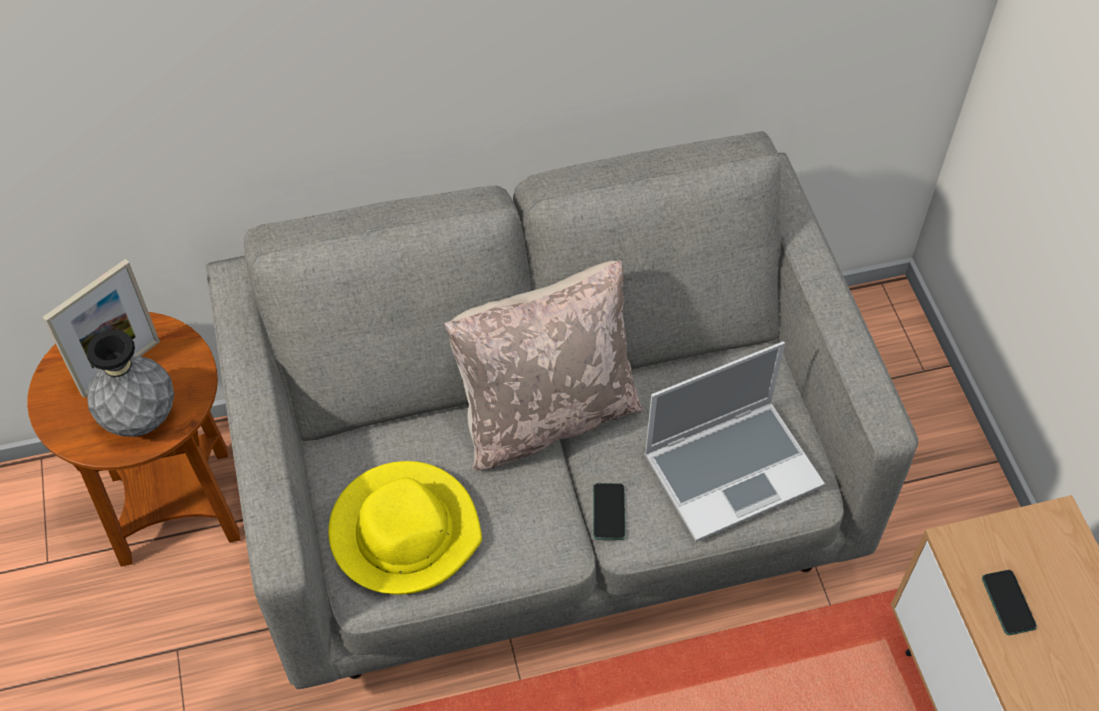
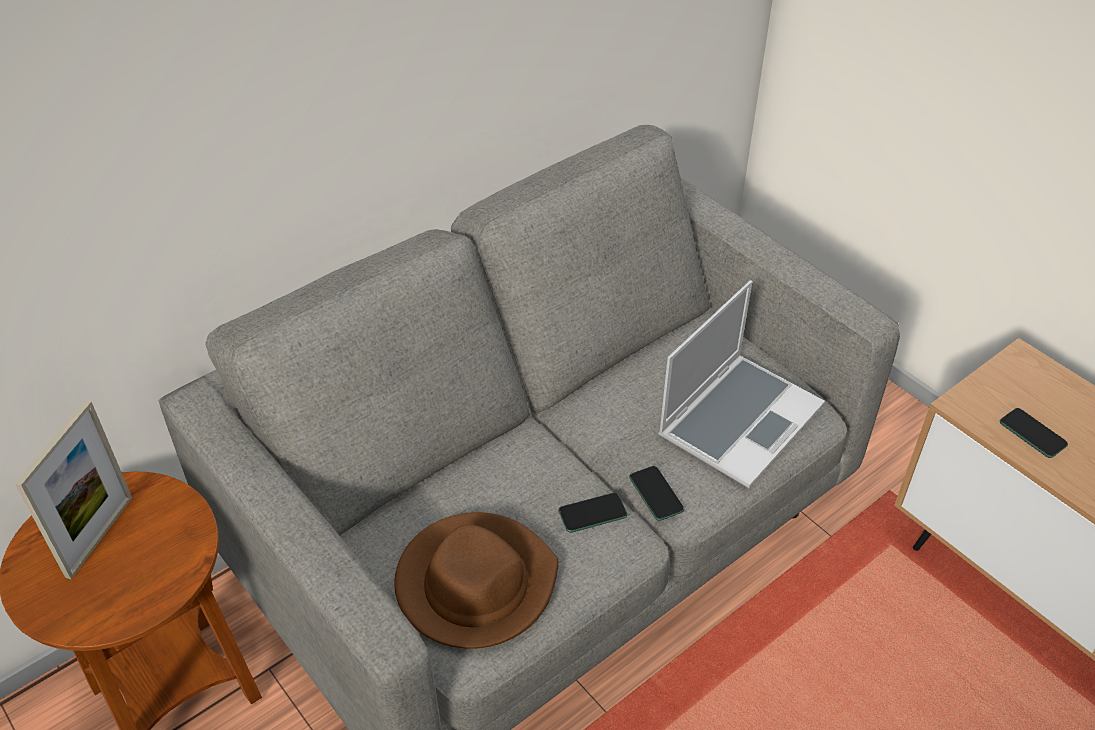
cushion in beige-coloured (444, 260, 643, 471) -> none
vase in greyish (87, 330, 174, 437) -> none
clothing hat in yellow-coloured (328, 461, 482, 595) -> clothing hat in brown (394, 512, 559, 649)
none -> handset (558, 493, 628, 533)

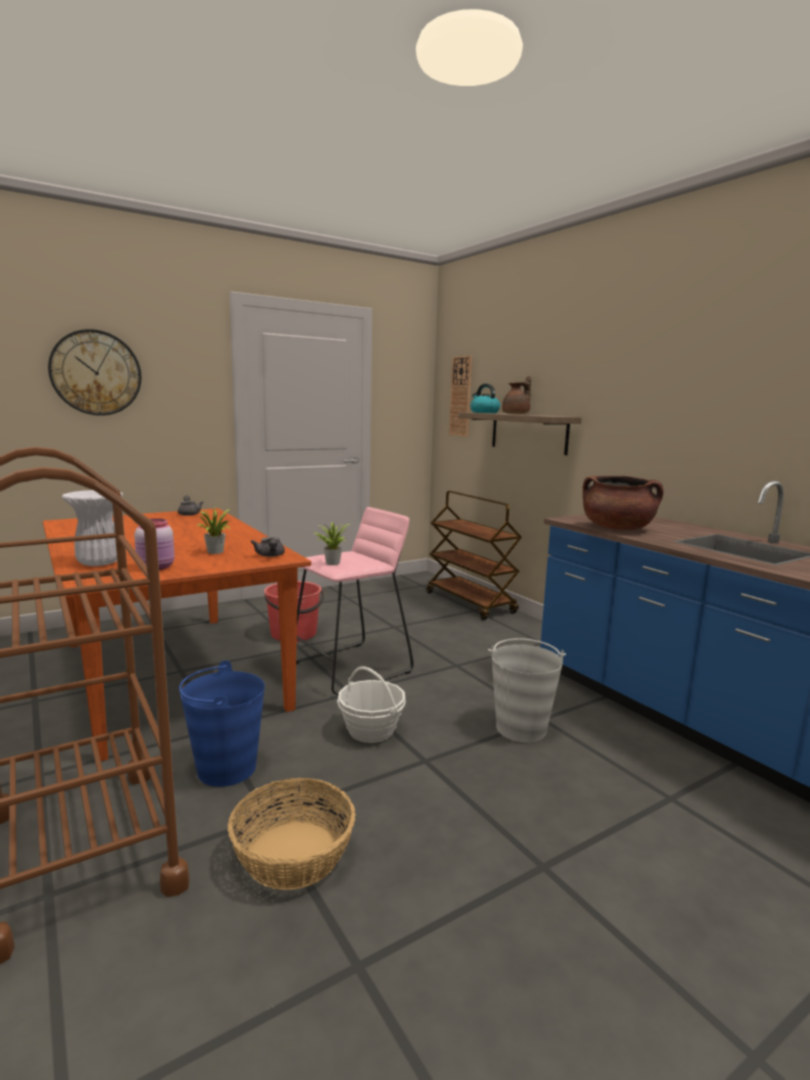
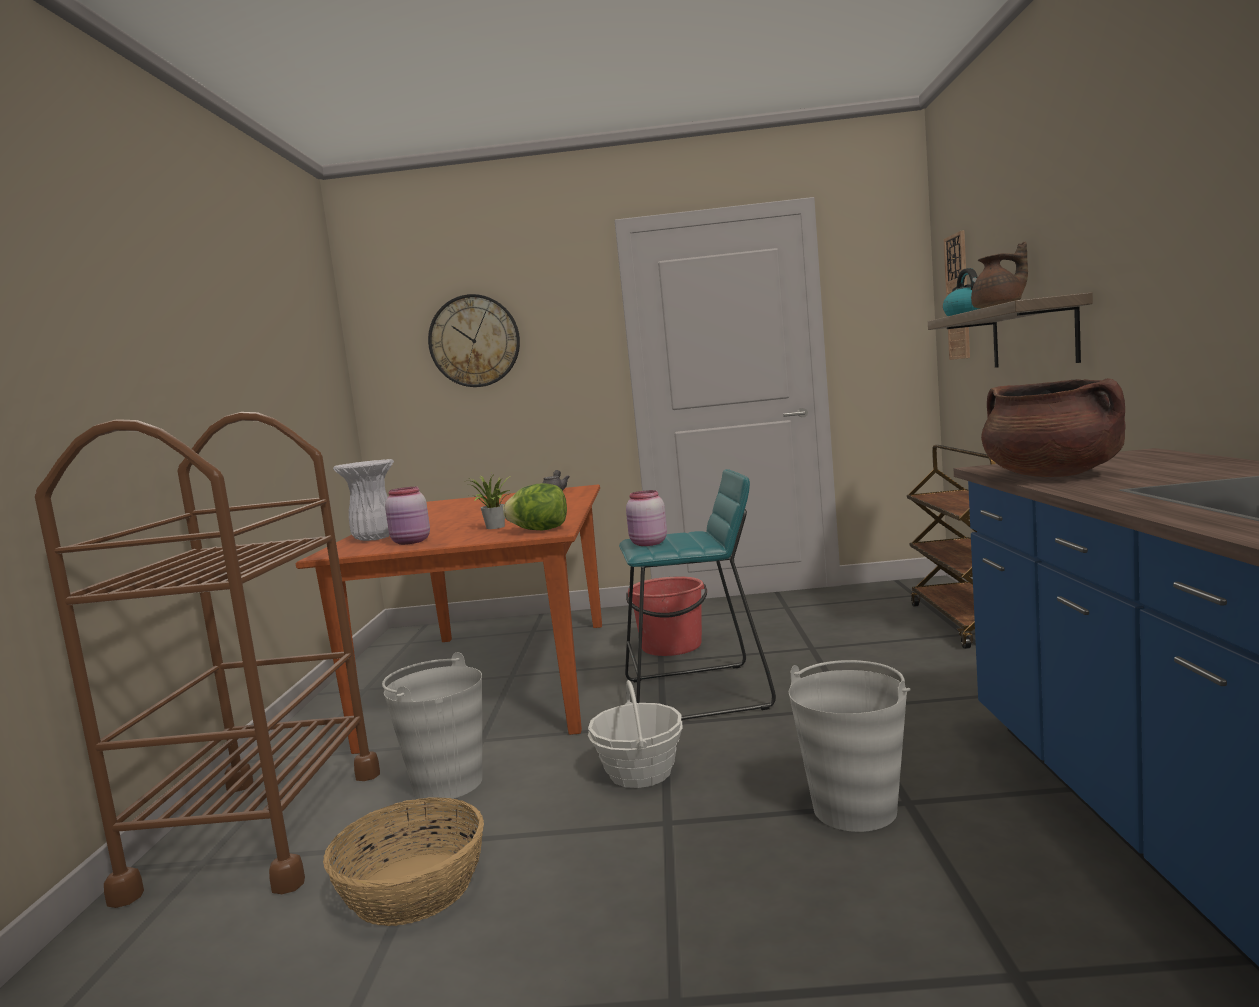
sitting stool in pink (296, 507, 414, 695) -> sitting stool in turquoise (619, 469, 776, 720)
potted plant (312, 522, 349, 565) -> jar in pink (626, 490, 667, 546)
teapot in greyish (251, 537, 285, 557) -> head of lettuce (503, 483, 567, 530)
water bucket in bluish (179, 660, 265, 787) -> water bucket in greyish (382, 652, 482, 799)

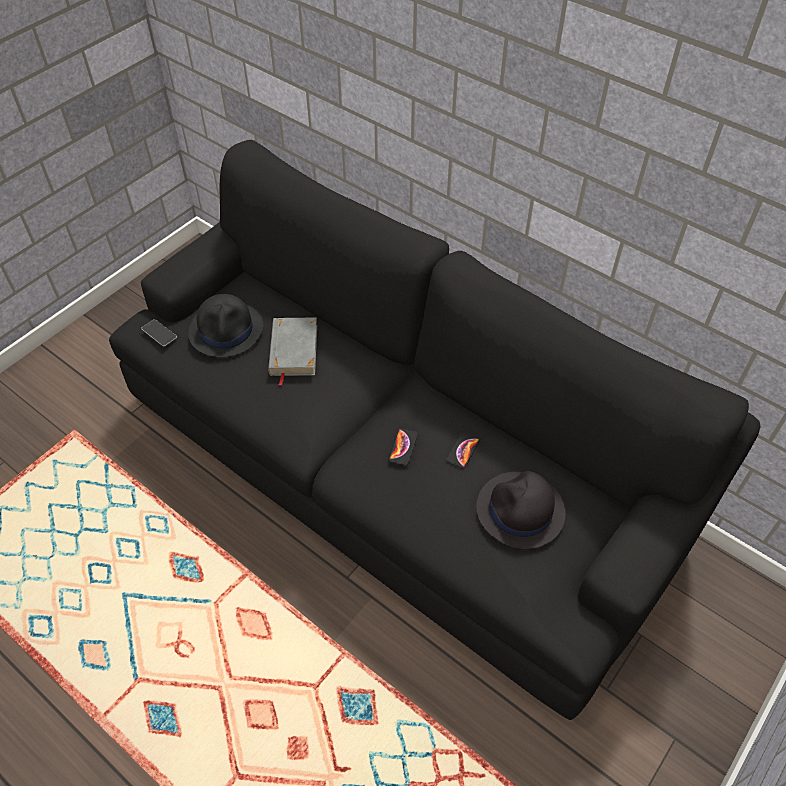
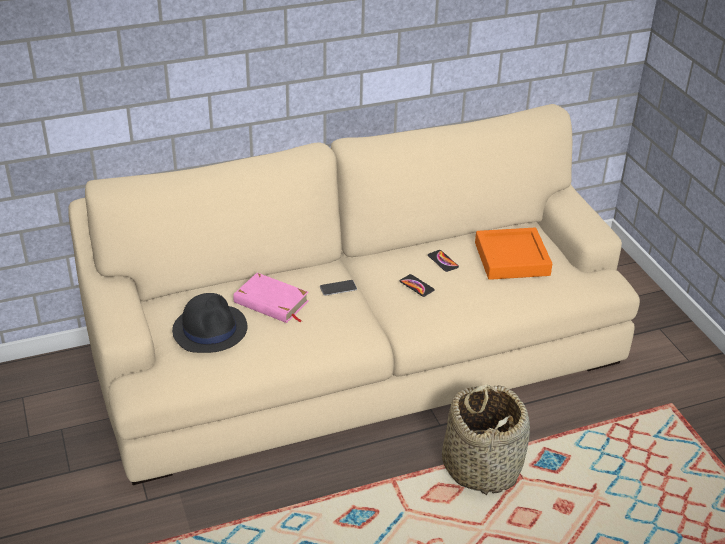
couch in black-coloured (109, 140, 761, 720) -> couch in beige-coloured (68, 104, 640, 485)
bound book in greyish (268, 318, 317, 386) -> bound book in pink (233, 273, 309, 323)
handset (141, 319, 177, 347) -> handset (320, 280, 357, 296), shifted
clothing hat in black-coloured (476, 471, 565, 549) -> tray in orange (475, 228, 552, 280)
none -> basket (442, 384, 530, 495)

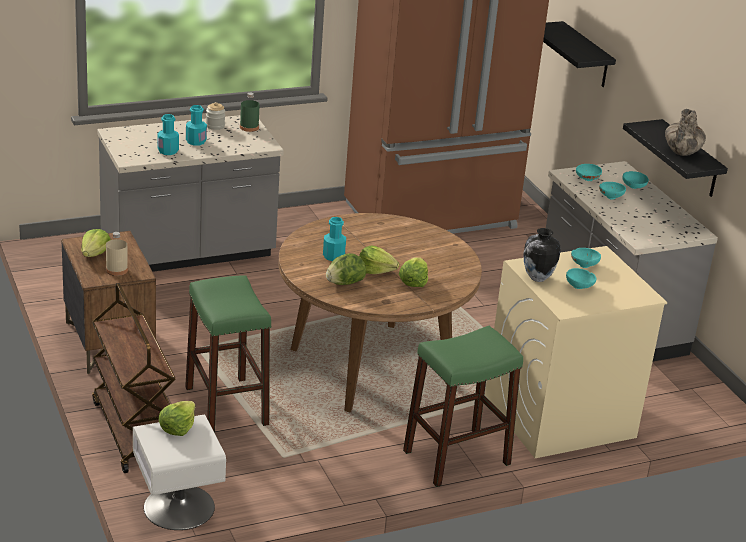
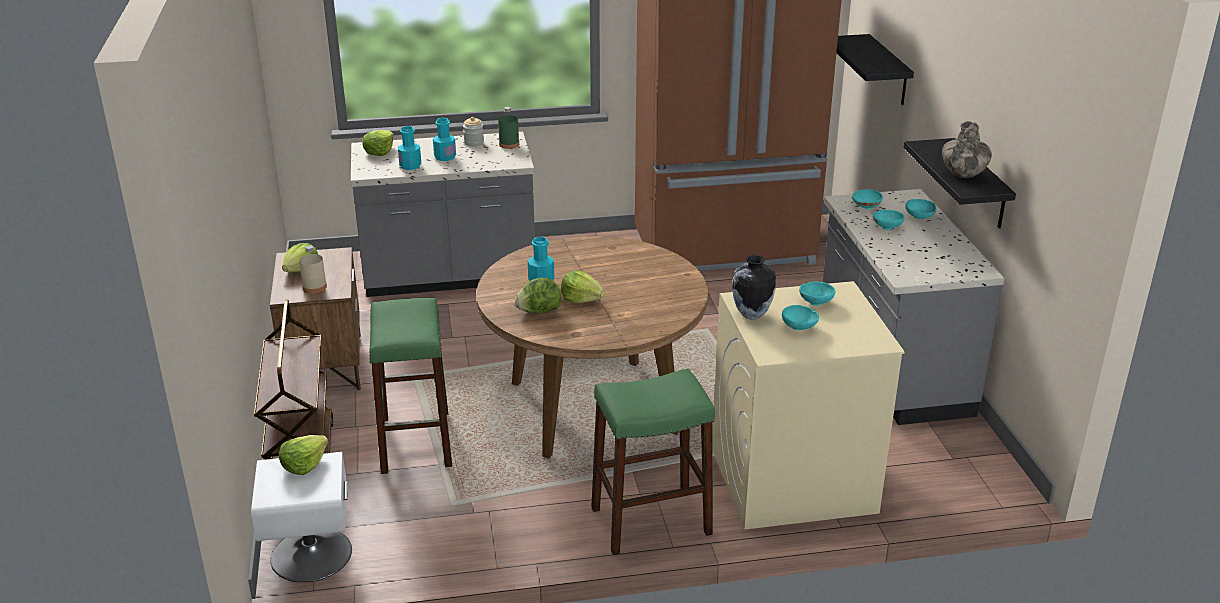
head of lettuce (399, 257, 428, 287) -> head of lettuce (363, 130, 394, 156), shifted

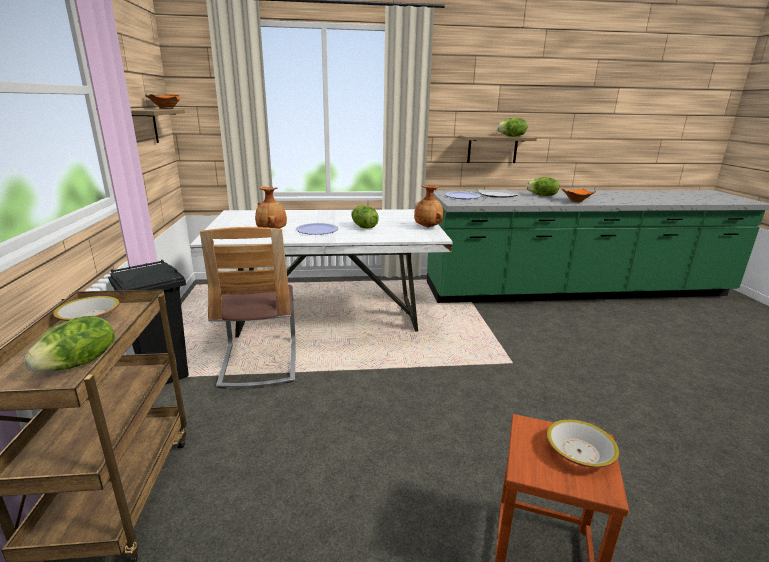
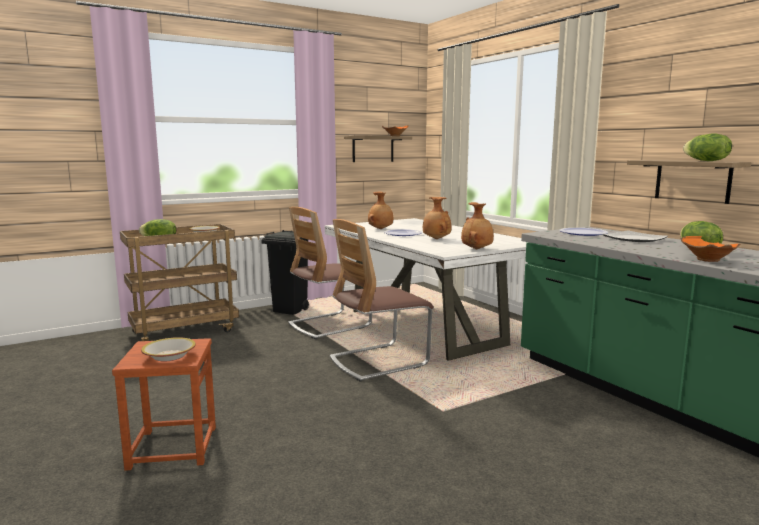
head of lettuce (351, 206, 379, 228) -> vase in brown (423, 197, 452, 239)
none -> plain chair (330, 219, 433, 382)

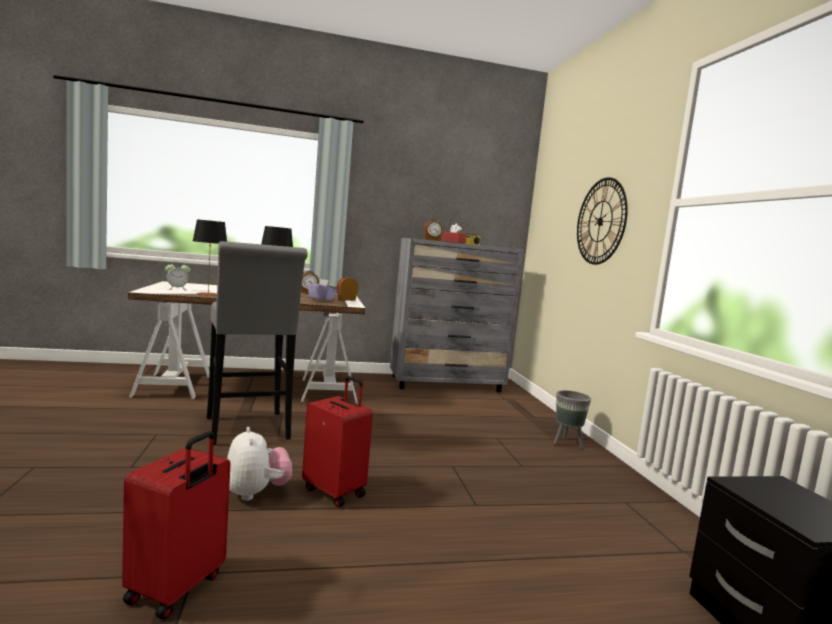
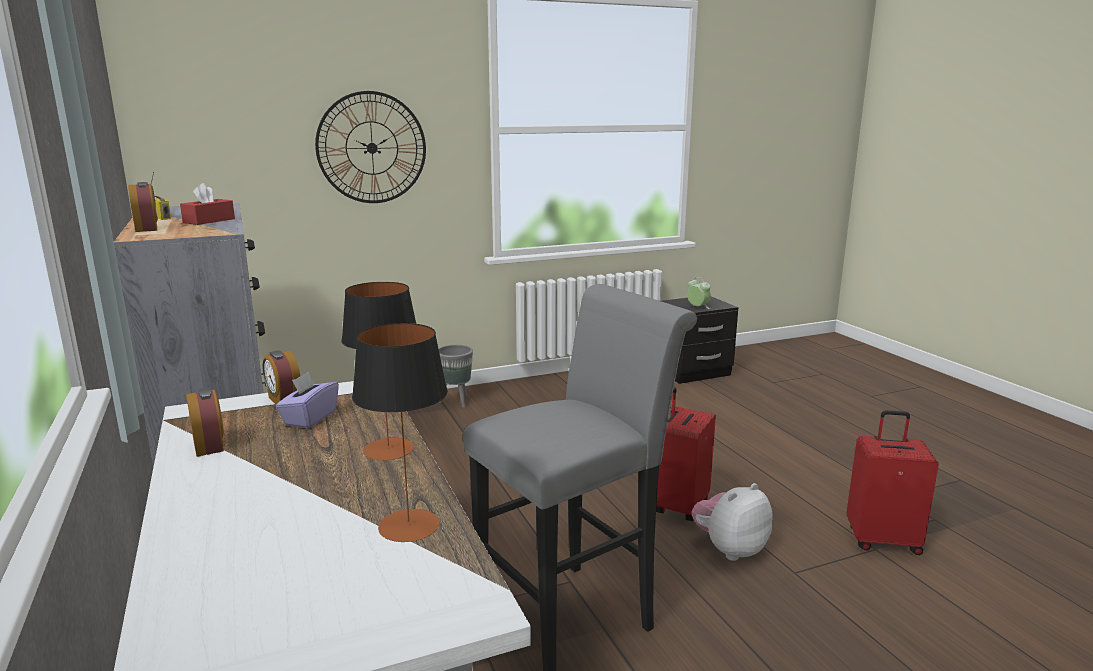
table clock (165, 261, 190, 290) -> table clock (687, 277, 711, 309), shifted

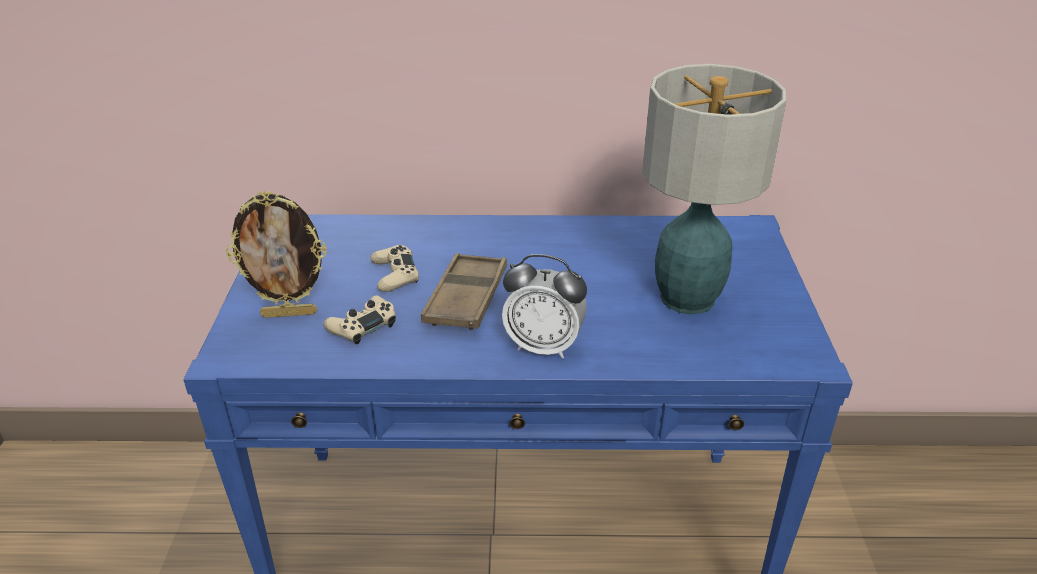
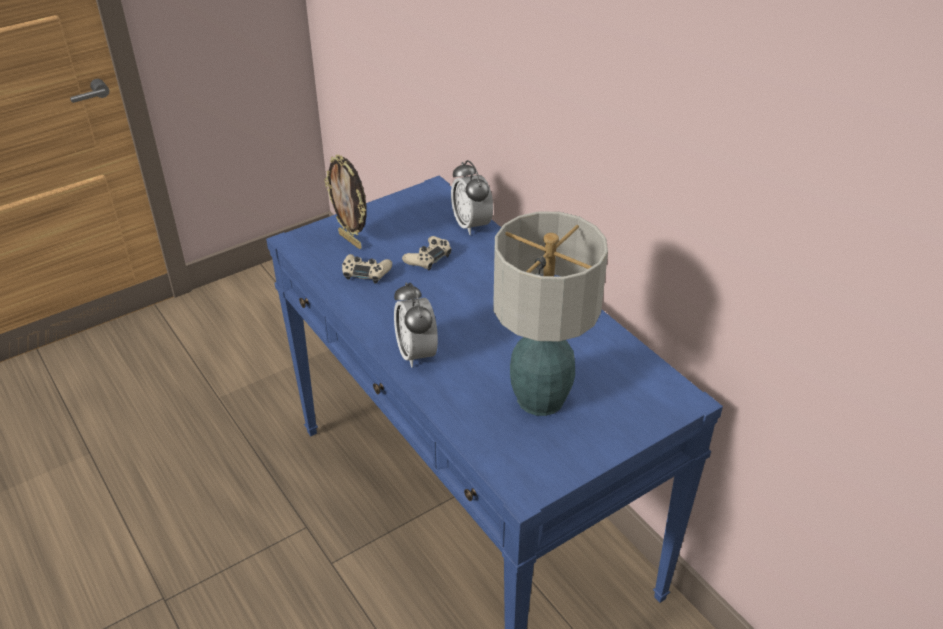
tray in brown (421, 253, 507, 330) -> none
none -> table clock (451, 160, 493, 235)

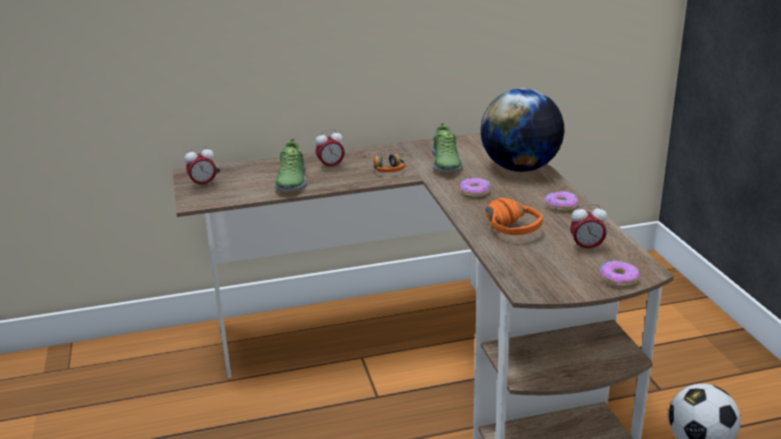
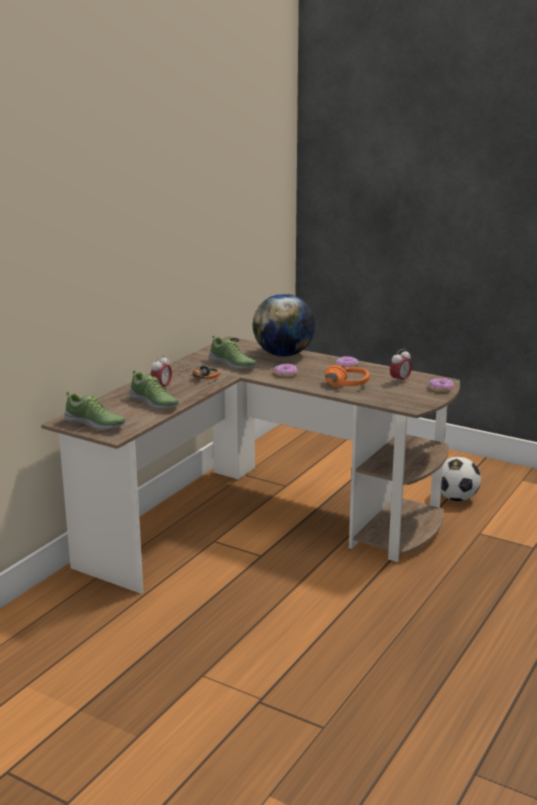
table clock (185, 145, 217, 189) -> low shoe (64, 391, 125, 430)

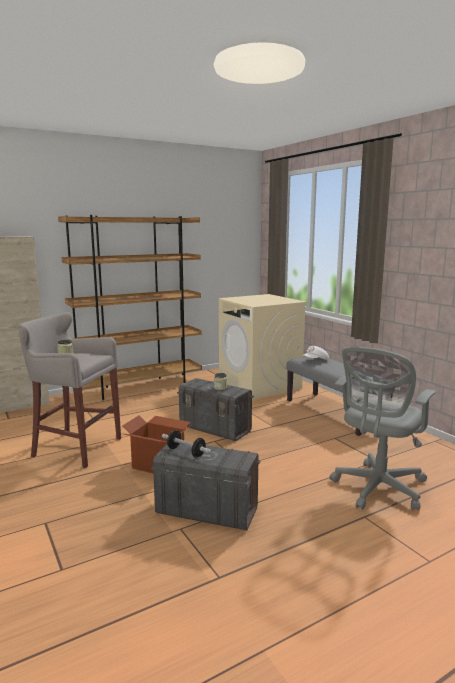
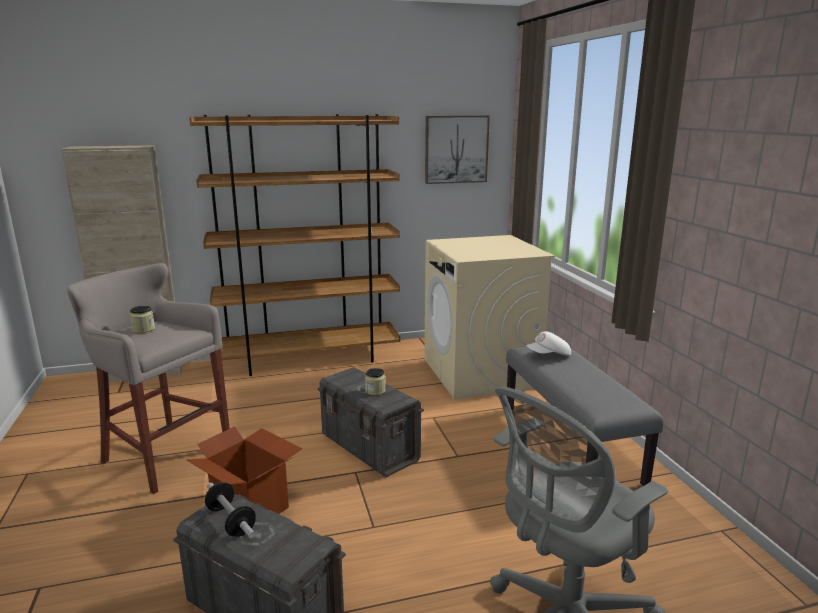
none -> picture (425, 116, 490, 184)

